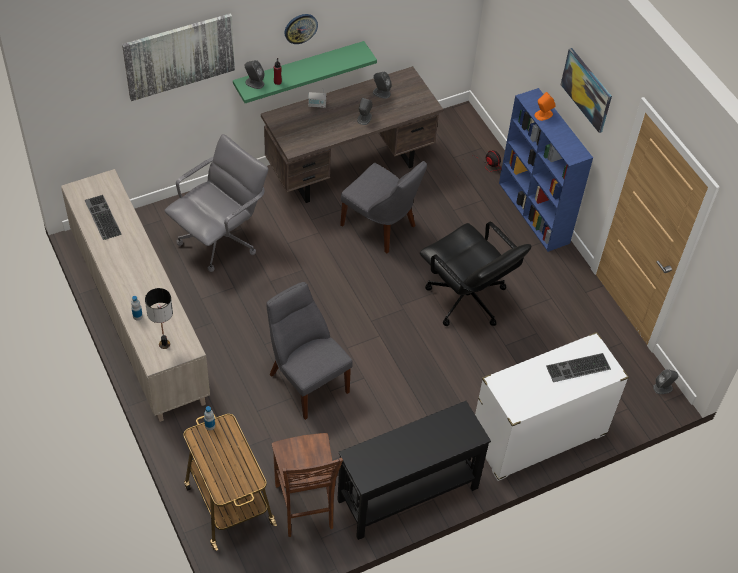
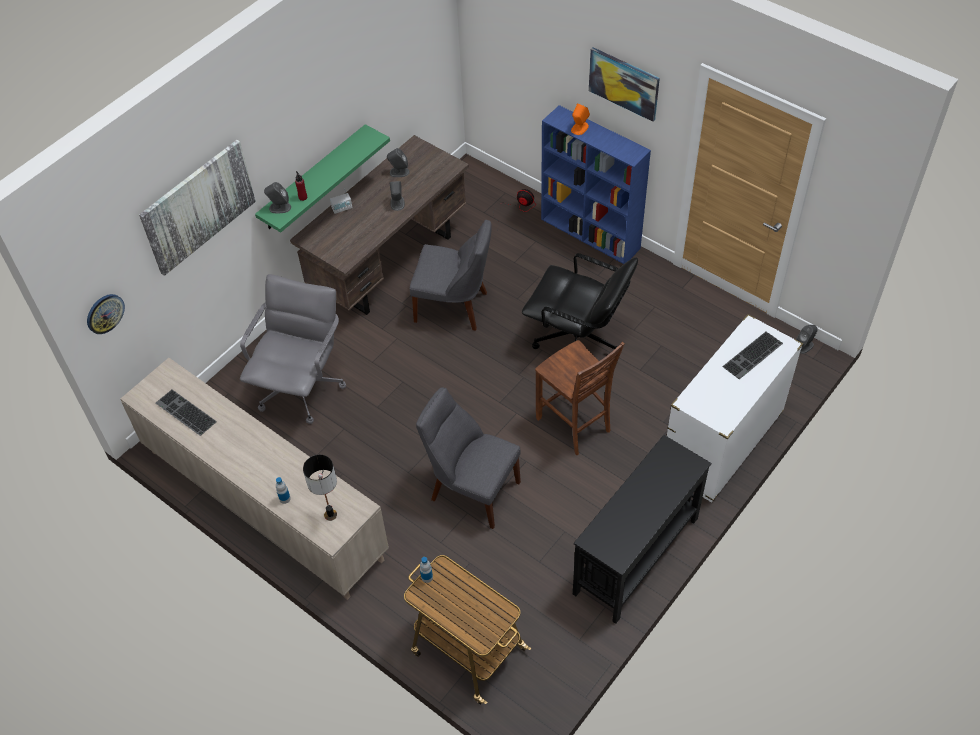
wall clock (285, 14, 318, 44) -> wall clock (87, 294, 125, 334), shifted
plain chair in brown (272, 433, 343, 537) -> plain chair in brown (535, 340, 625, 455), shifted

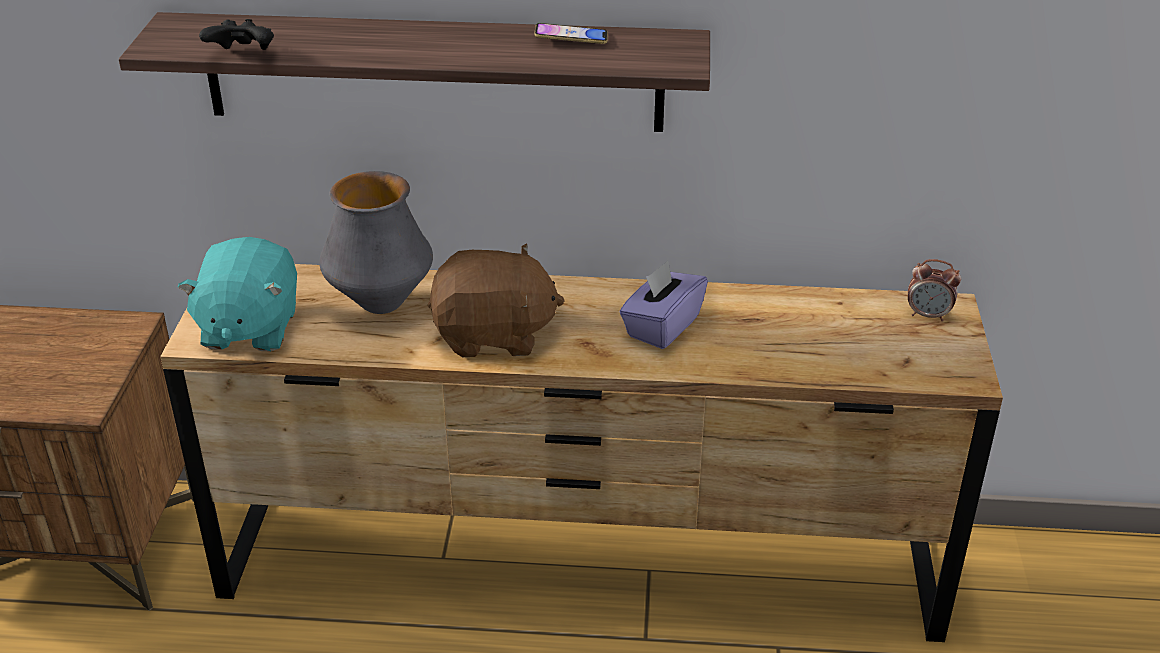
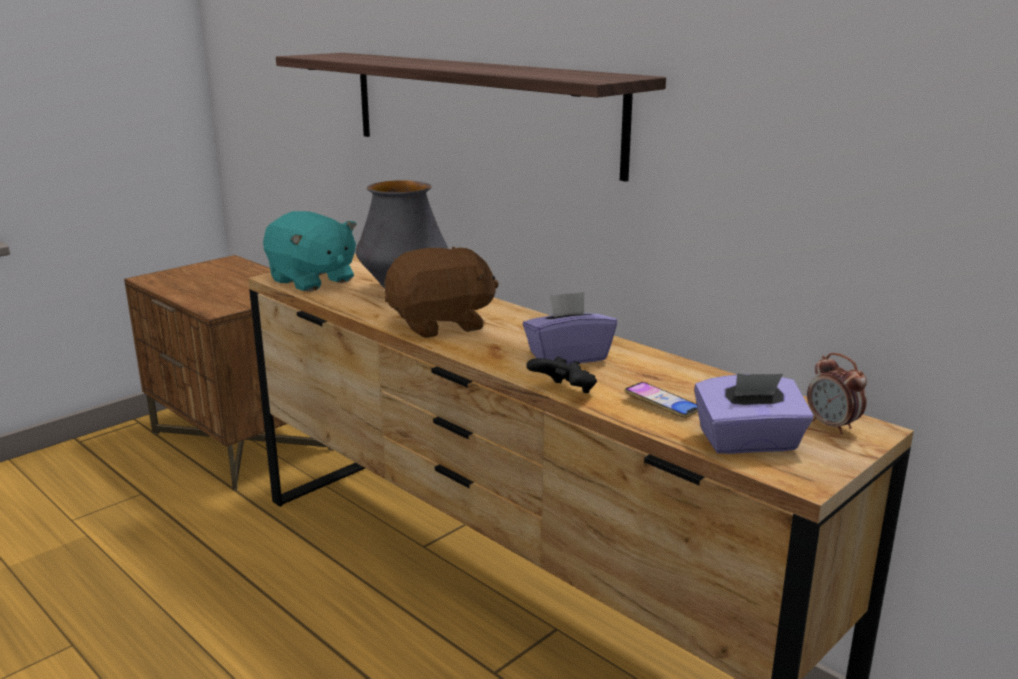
joypad in black-coloured (199, 19, 274, 50) -> joypad in black-coloured (526, 356, 597, 393), shifted
handset (534, 23, 608, 44) -> handset (624, 382, 698, 418), shifted
cuddly toy in turquoise (177, 237, 297, 351) -> cuddly toy in turquoise (263, 211, 357, 292), 90 degrees counterclockwise
cuddly toy in brown (428, 243, 565, 357) -> cuddly toy in brown (384, 247, 499, 338), 60 degrees counterclockwise
none -> tissue box in purple (694, 373, 813, 454)

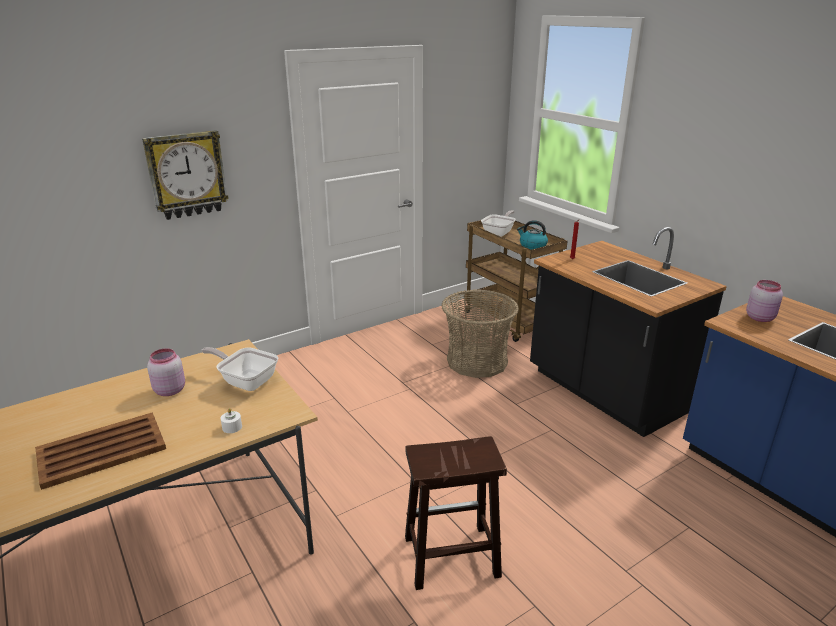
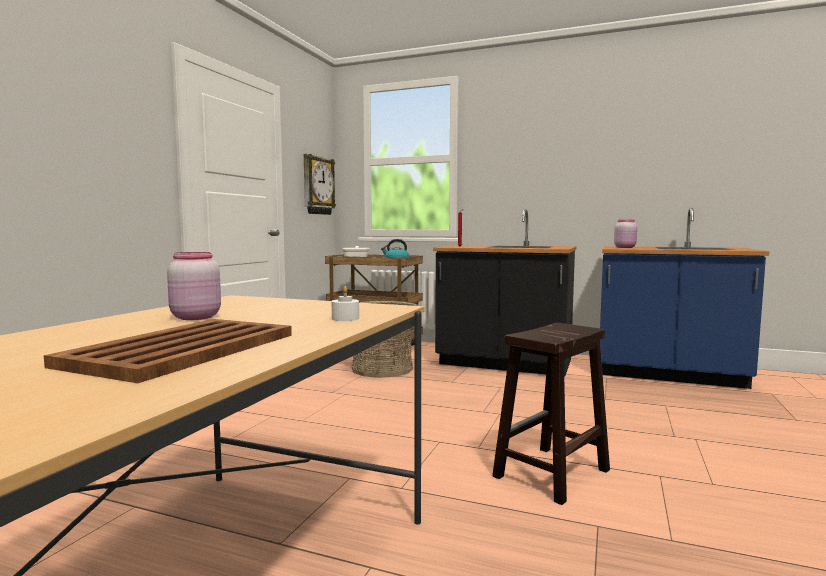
wall clock (142, 130, 229, 220) -> wall clock (304, 154, 336, 215), shifted
skillet (201, 347, 279, 391) -> none

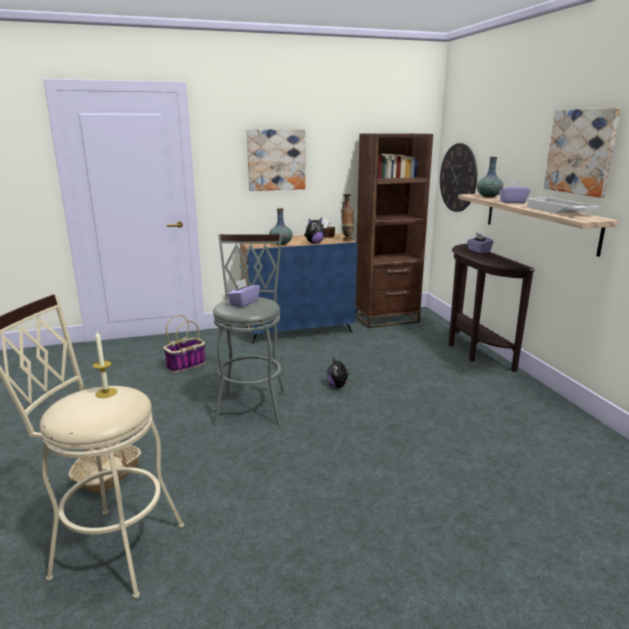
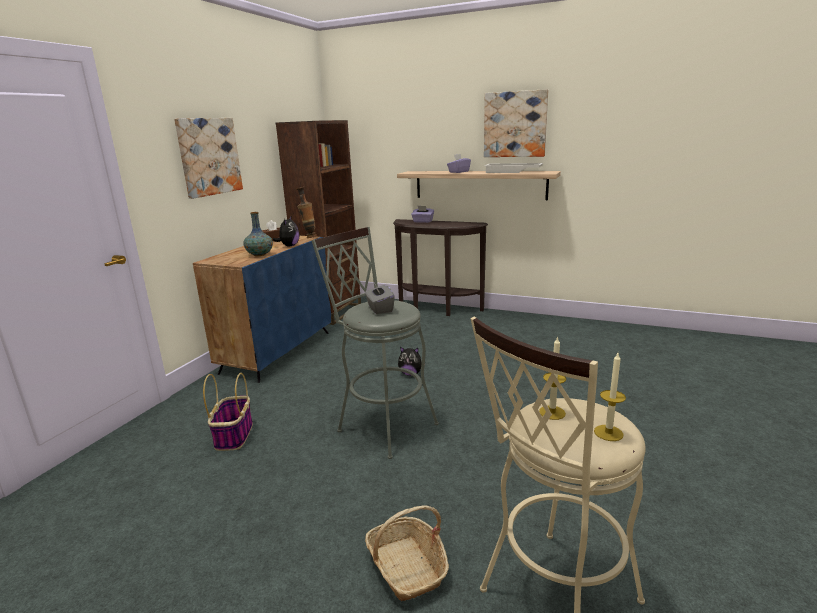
wall clock (440, 143, 477, 212) -> none
vase (477, 157, 503, 198) -> none
tissue box in purple (227, 279, 260, 307) -> tissue box in greyish (365, 284, 395, 314)
none -> wax light (594, 353, 626, 441)

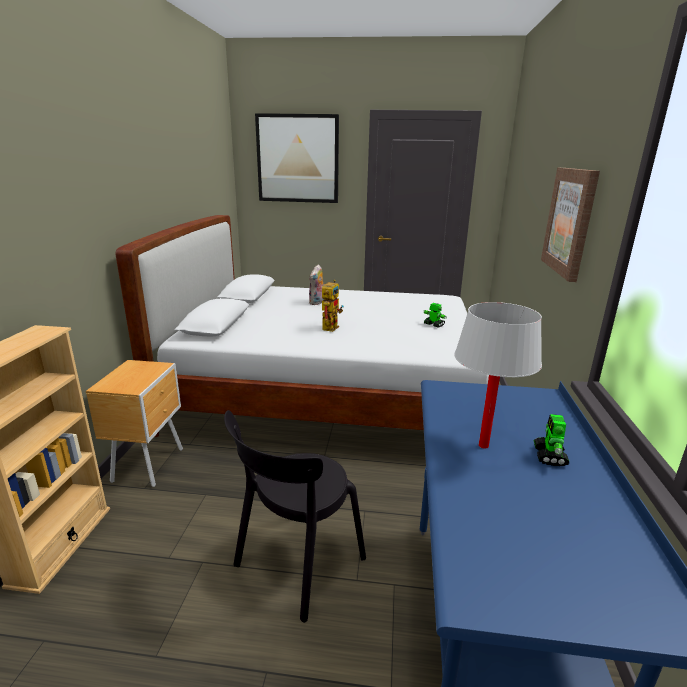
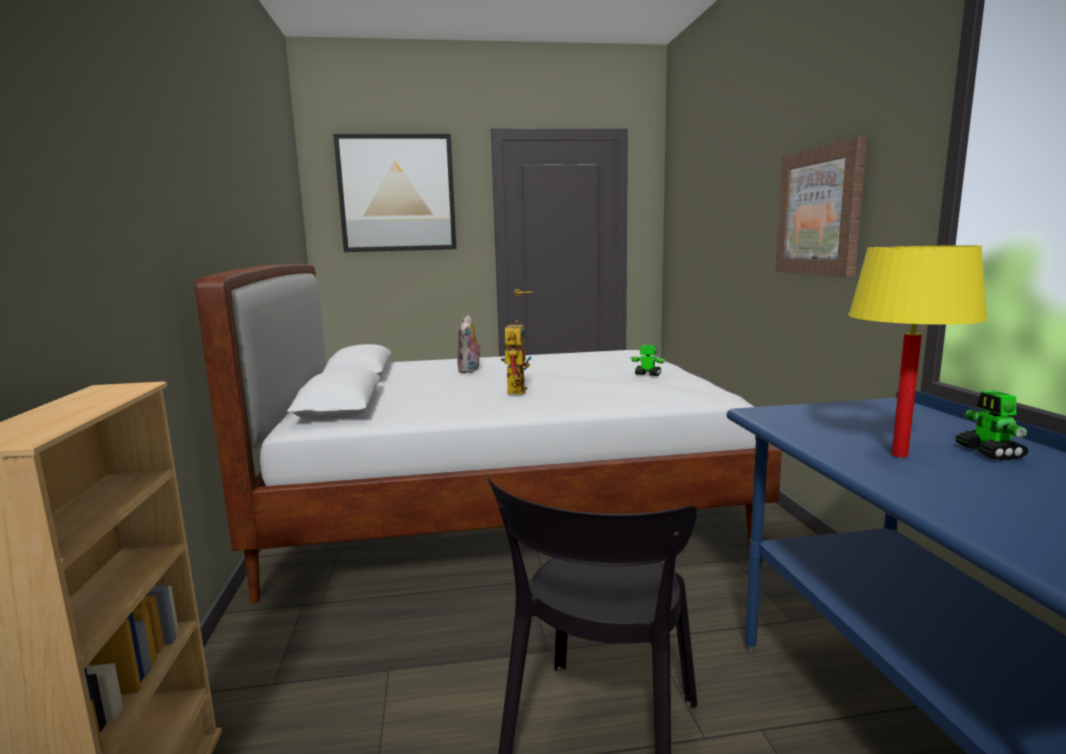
lamp for a table in whitish (454, 302, 542, 449) -> lamp for a table in yellow-coloured (848, 245, 988, 458)
nightstand in brown (86, 360, 183, 487) -> none

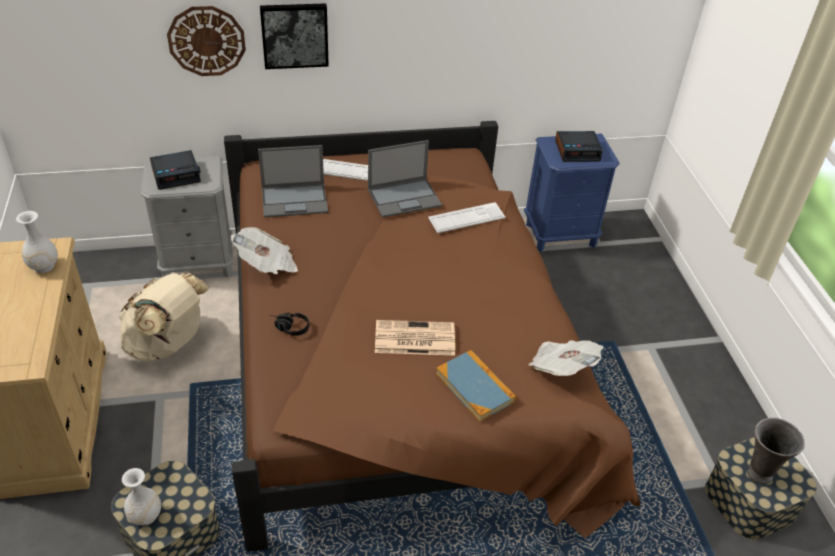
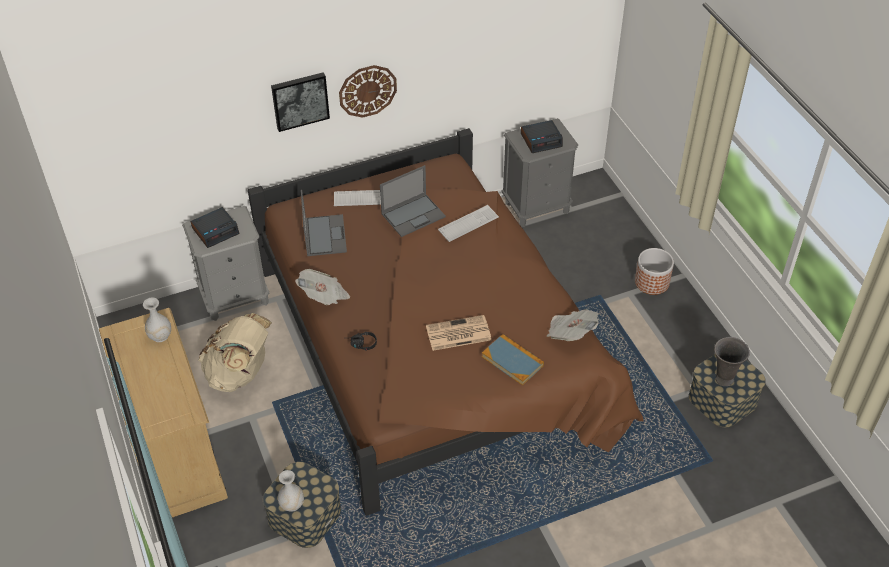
wall clock (167, 6, 246, 76) -> wall clock (339, 65, 397, 118), shifted
nightstand in bluish (524, 133, 620, 252) -> nightstand in greyish (502, 118, 578, 227)
laptop (258, 145, 328, 217) -> laptop (301, 190, 347, 256), 75 degrees counterclockwise
none -> plant pot (635, 248, 674, 295)

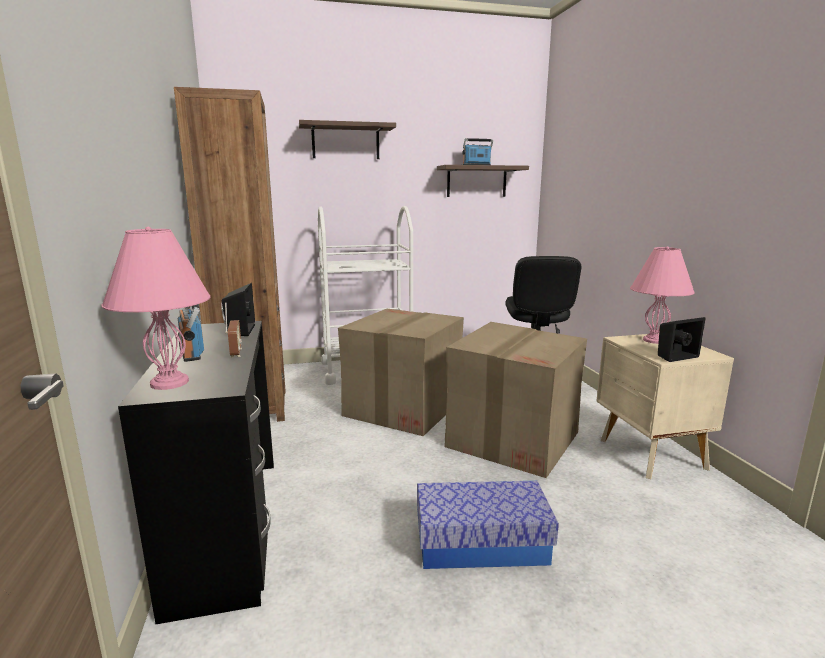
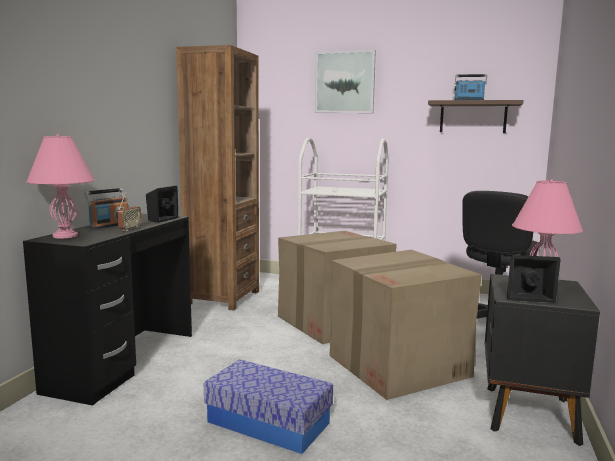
shelf (299, 120, 396, 159) -> picture (315, 50, 376, 113)
radio (178, 304, 204, 362) -> radio (84, 188, 129, 229), 150 degrees counterclockwise
nightstand in beige-coloured (597, 333, 734, 479) -> nightstand in black-coloured (485, 274, 600, 446)

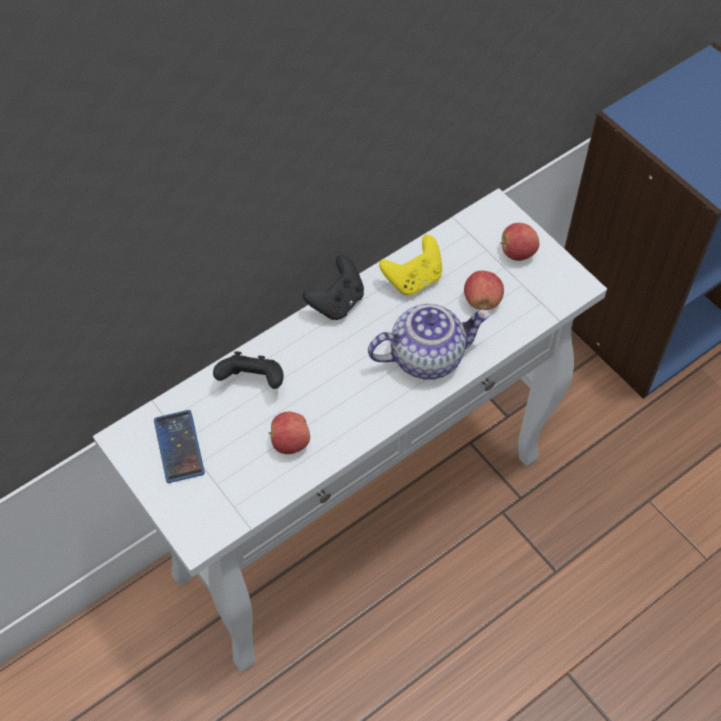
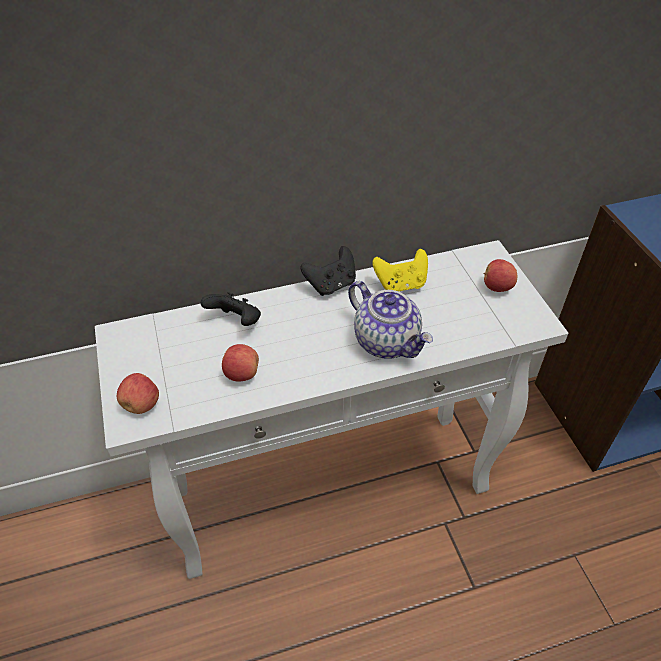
apple (464, 271, 504, 310) -> apple (117, 373, 159, 414), shifted
teapot (368, 304, 491, 380) -> teapot (348, 281, 433, 359), 45 degrees clockwise
handset (154, 410, 205, 483) -> none

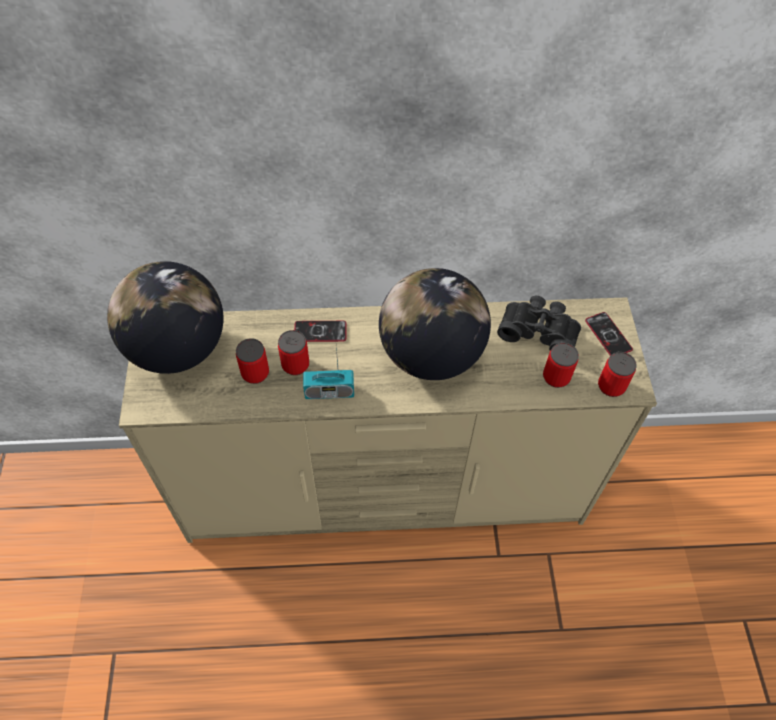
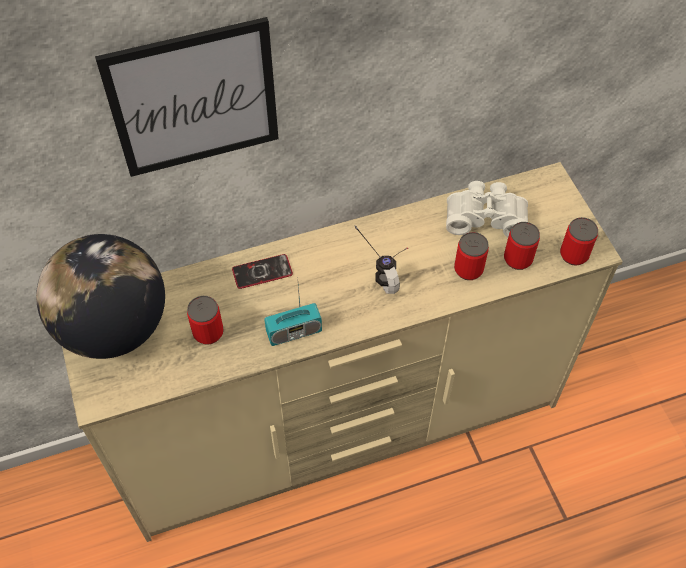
desk globe (379, 268, 491, 380) -> headset (355, 226, 408, 294)
pair of binoculars in black-coloured (497, 296, 581, 350) -> pair of binoculars in whitish (446, 181, 528, 237)
handset (585, 312, 633, 356) -> none
metal can (278, 330, 309, 375) -> metal can (454, 232, 489, 280), shifted
none -> picture (95, 17, 279, 177)

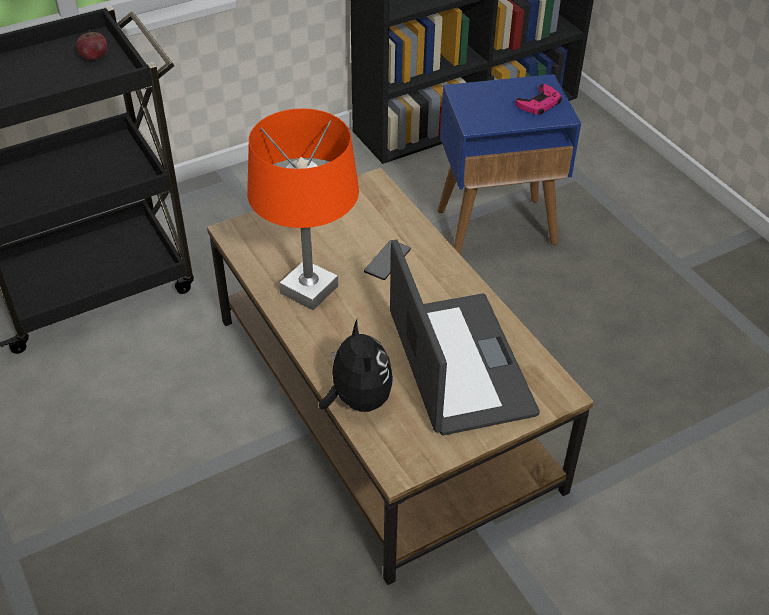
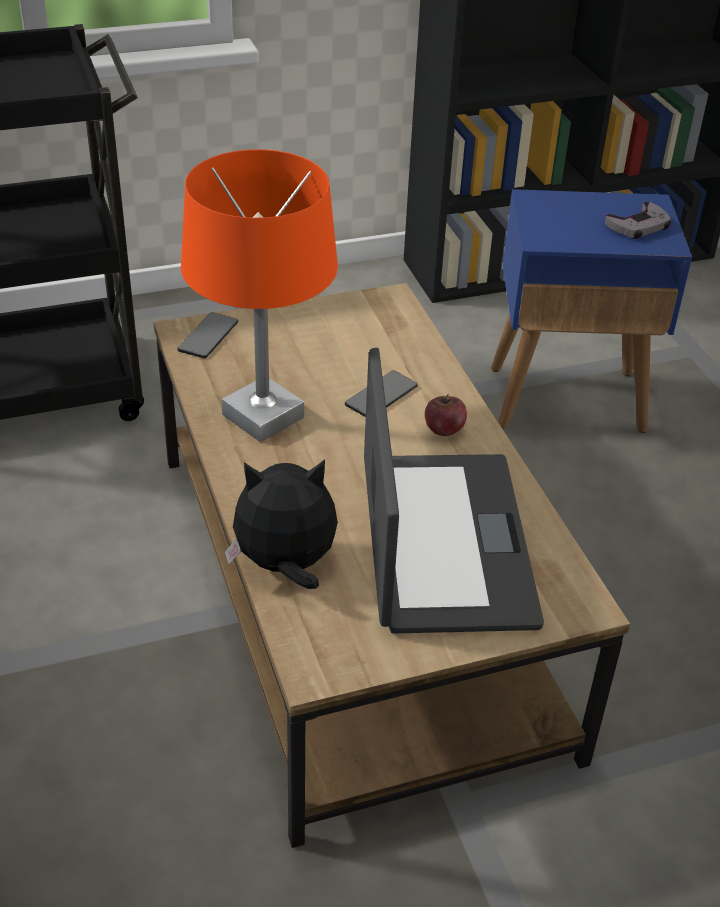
apple (76, 30, 107, 60) -> apple (425, 394, 467, 436), shifted
joypad in pink (516, 84, 562, 115) -> joypad in greyish (605, 202, 671, 239)
cuddly toy (319, 319, 393, 412) -> cuddly toy (224, 459, 338, 589), 90 degrees counterclockwise
none -> handset (177, 312, 238, 358)

